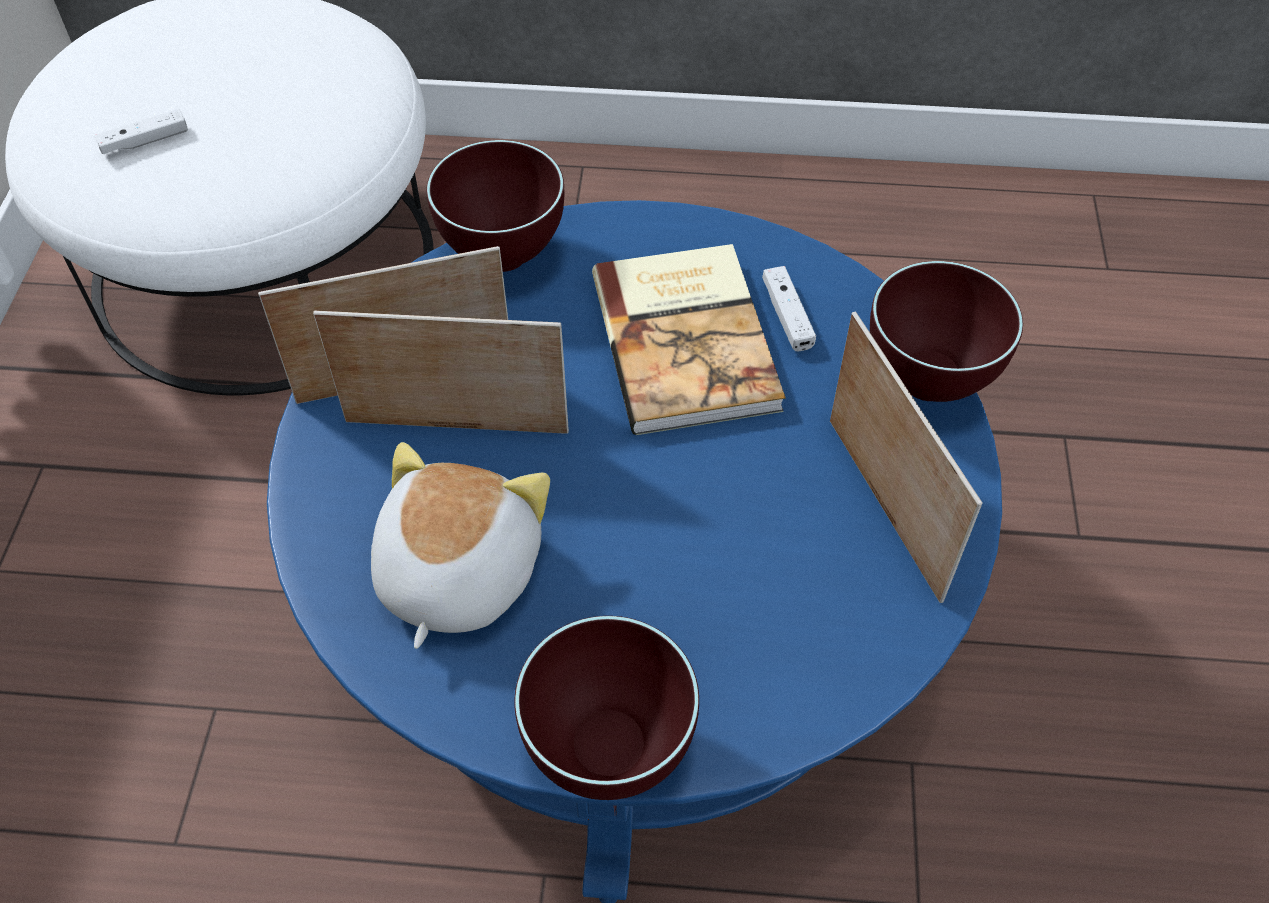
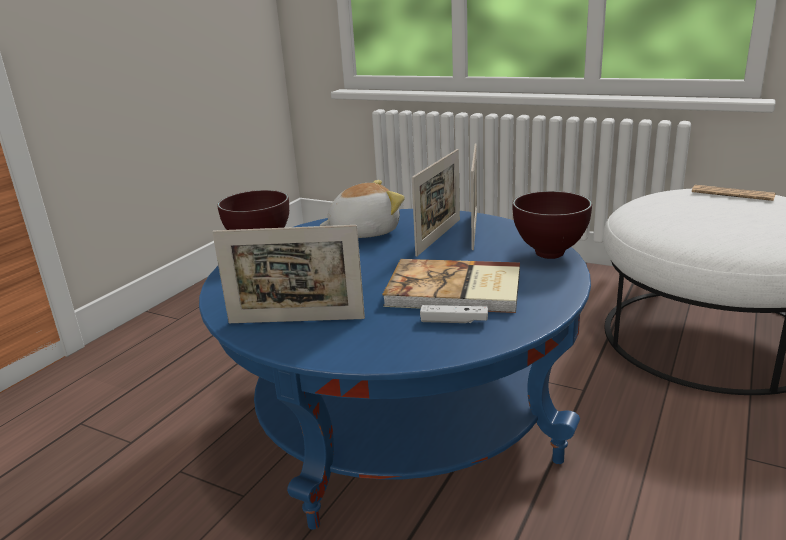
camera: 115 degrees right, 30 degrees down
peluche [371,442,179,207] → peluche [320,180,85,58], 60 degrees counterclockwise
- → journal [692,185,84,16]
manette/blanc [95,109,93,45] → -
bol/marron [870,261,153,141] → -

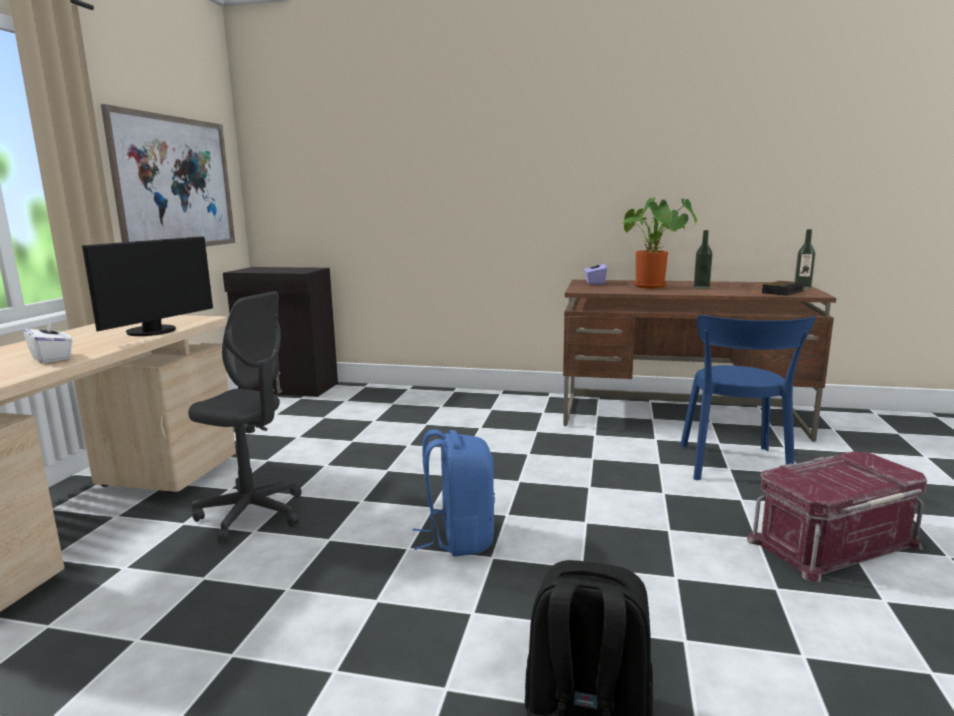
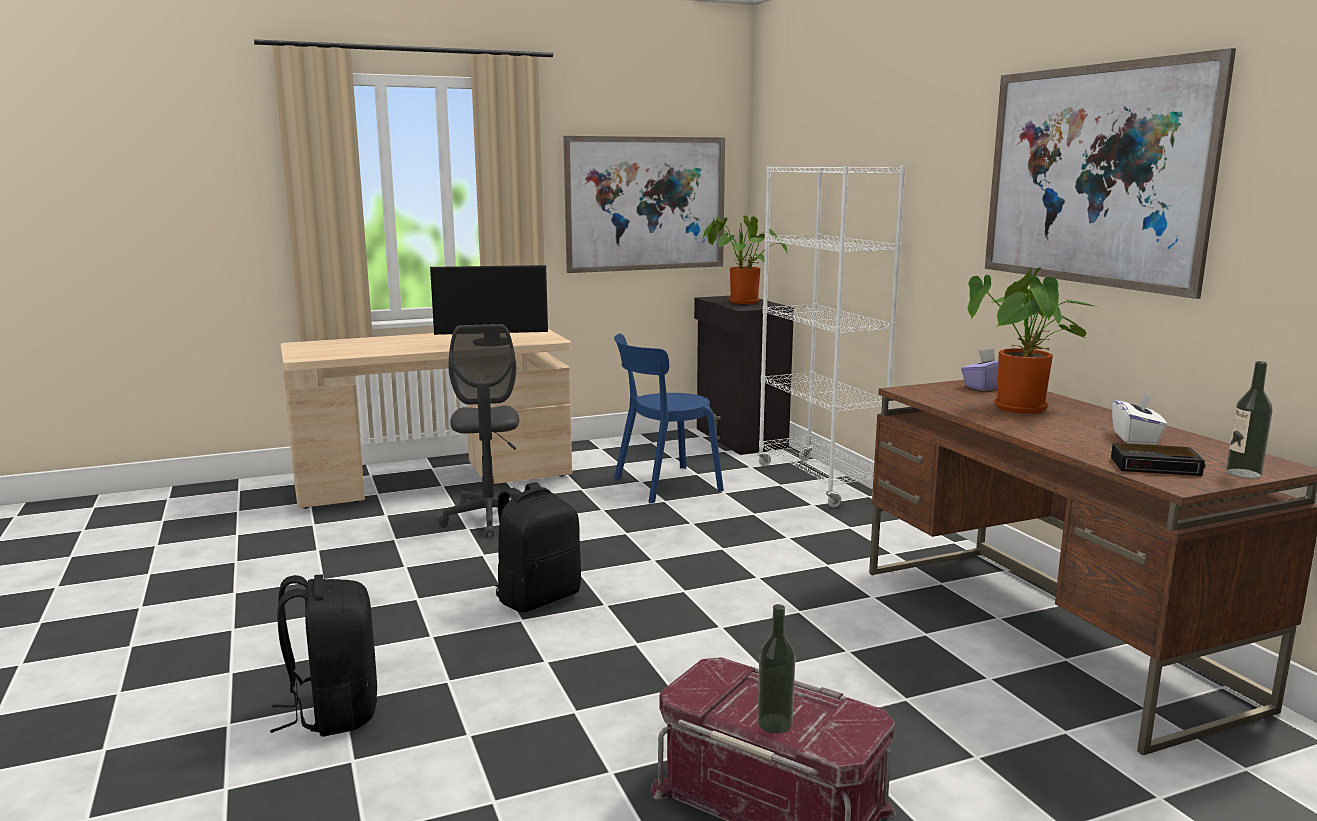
camera: 55 degrees right, 0 degrees up
sac à dos/bleu [413,429,82,128] → sac à dos/noir [495,482,86,130]
chaise/bleu [680,315,136,165] → chaise/bleu [614,334,110,170], relocated
- → plante en pot [703,215,84,89]
- → bibliothèque/blanc [757,166,149,341]
bouteille [694,230,19,59] → bouteille [757,604,39,130], relocated
- → tableau [985,48,251,251]
boîte à mouchoirs/blanc [23,317,50,46] → boîte à mouchoirs/blanc [1112,392,55,53], relocated

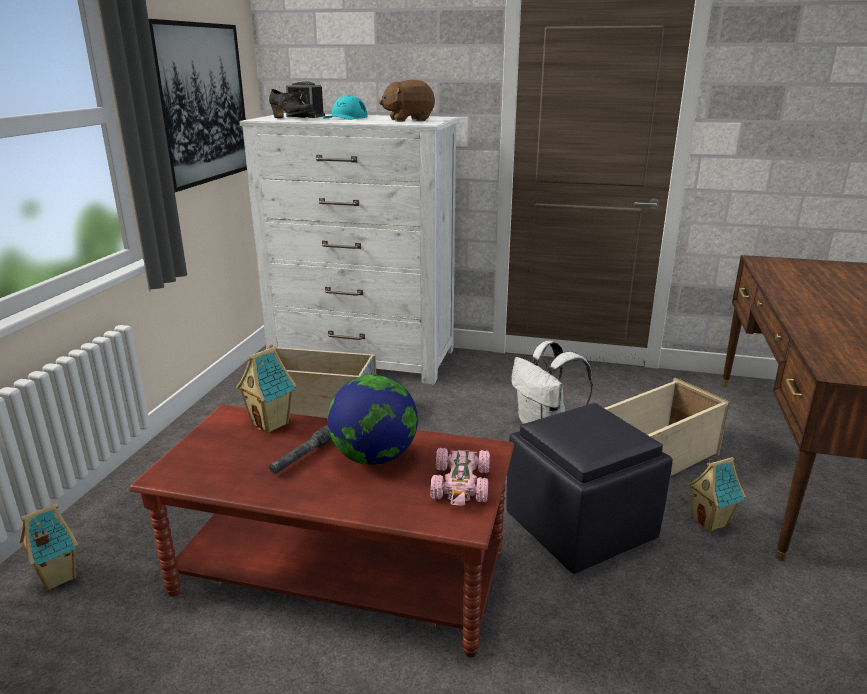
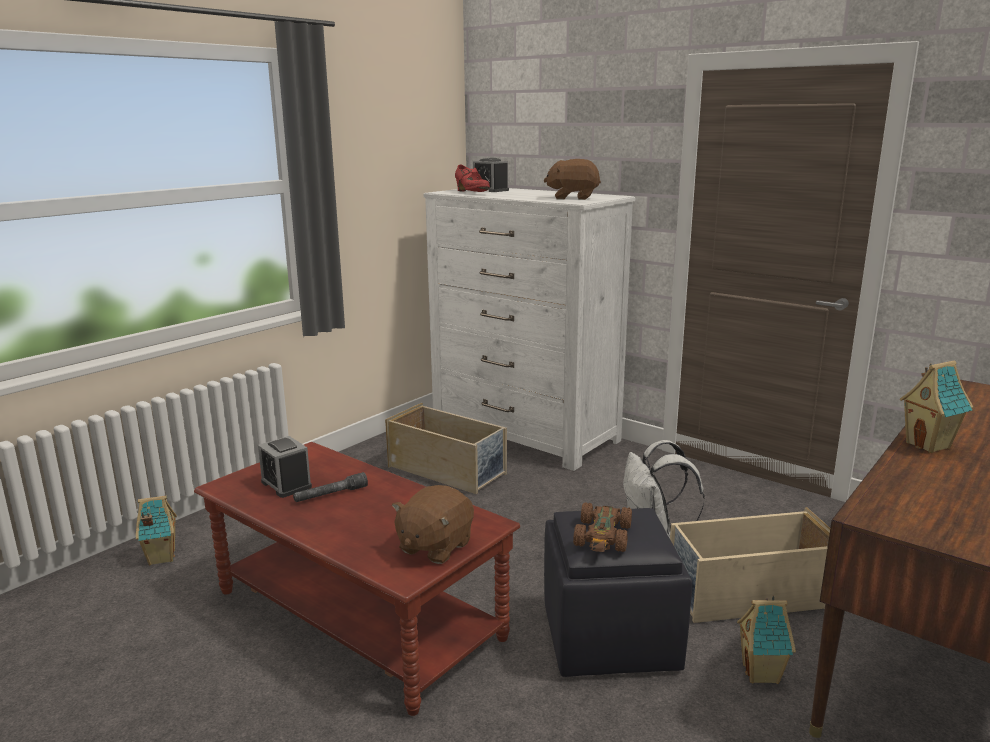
camera: 25 degrees right, 5 degrees down
- → réveil [258,436,54,62]
petite voiture/rose [430,448,60,58] → peluche/marron [392,485,82,79]
chaussure/noir [269,89,47,29] → chaussure/rouge [455,165,35,27]
- → petite voiture/marron [573,502,59,50]
maison miniature [236,346,61,87] → maison miniature [900,360,73,93], relocated
tableau [148,19,99,173] → -
casquette/turquoise [323,95,45,25] → -
globe [327,375,91,90] → -

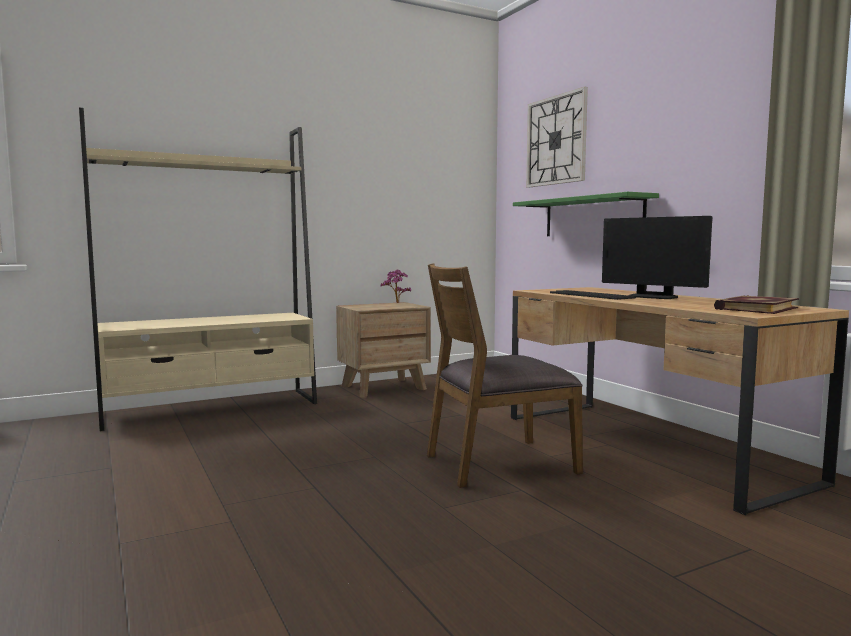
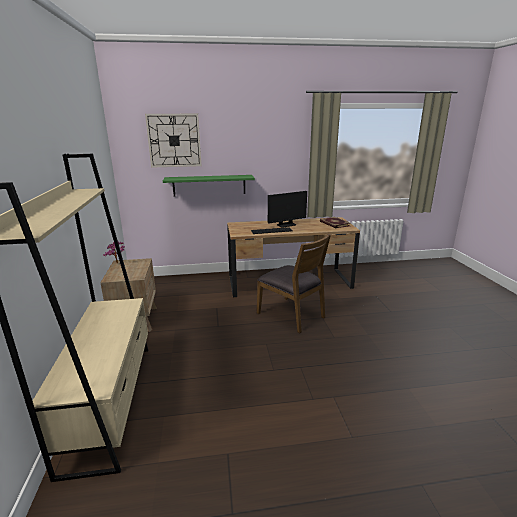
camera: 70 degrees left, 15 degrees up
chaise/marron [427,263,156,225] → chaise/marron [257,234,74,99], 45 degrees counterclockwise

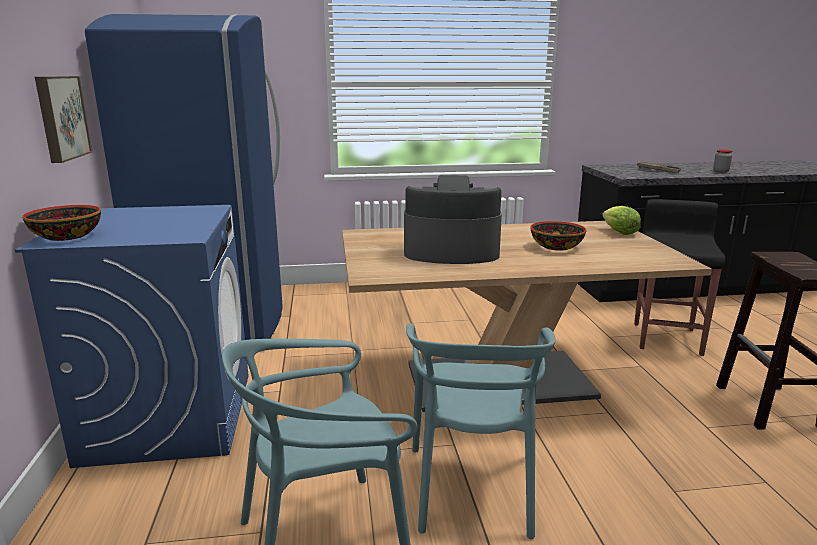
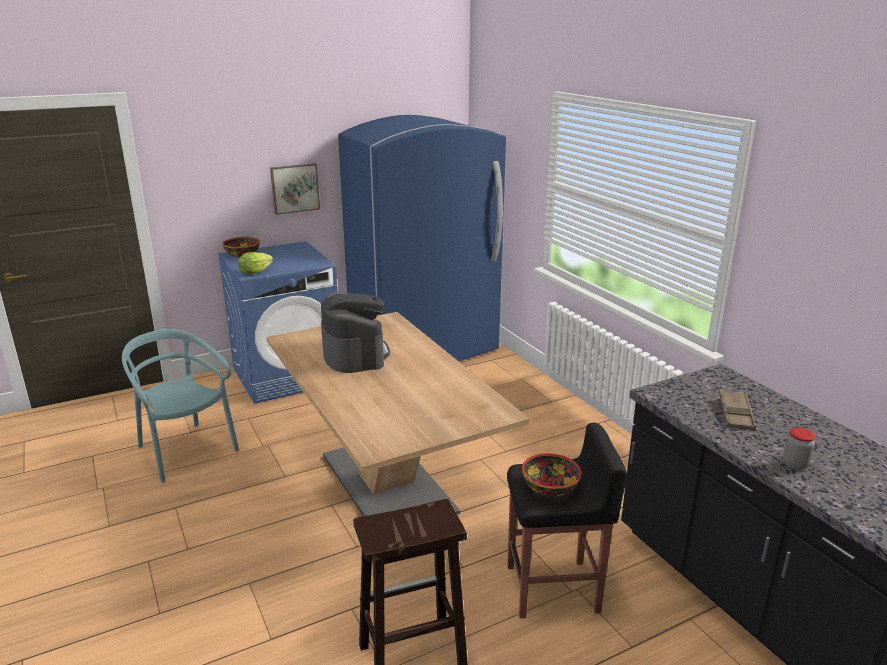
camera: 70 degrees right, 5 degrees up
laitue [602,206,39,29] → laitue [239,252,34,22], relocated
bol [530,221,56,30] → bol [522,453,59,44], relocated
chaise/turquoise [406,323,150,216] → -

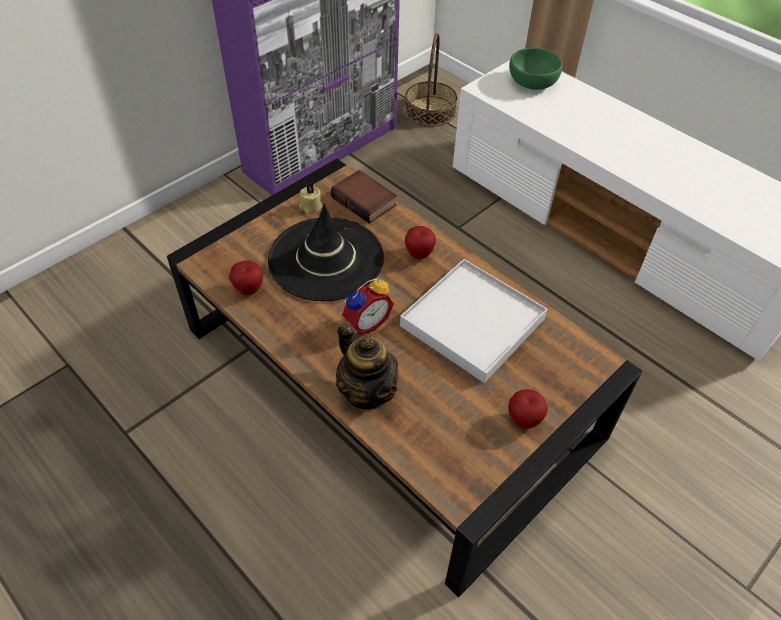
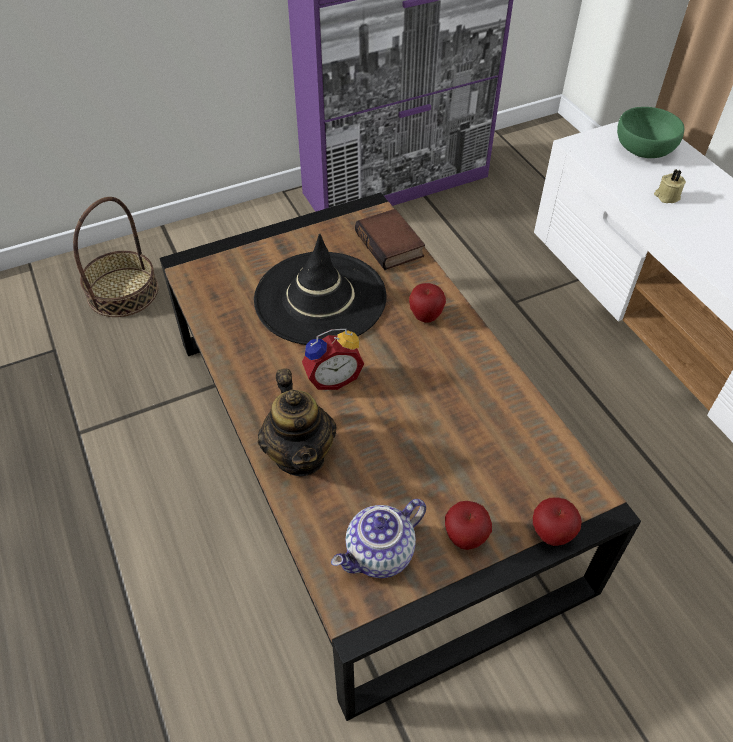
camera: 20 degrees right, 0 degrees up
panier [405,33,52,93] → panier [73,197,85,120], relocated
- → théière [331,499,95,79]
pomme [229,260,34,35] → pomme [533,497,49,49], relocated
bougie/beige [299,183,23,30] → bougie/beige [654,169,32,34], relocated
plateau/blanc [400,259,147,124] → -

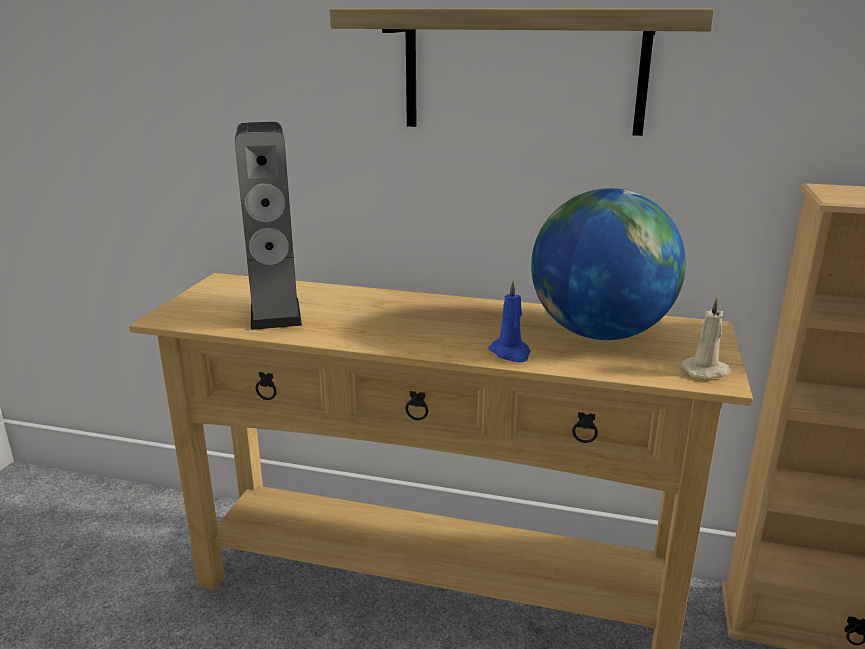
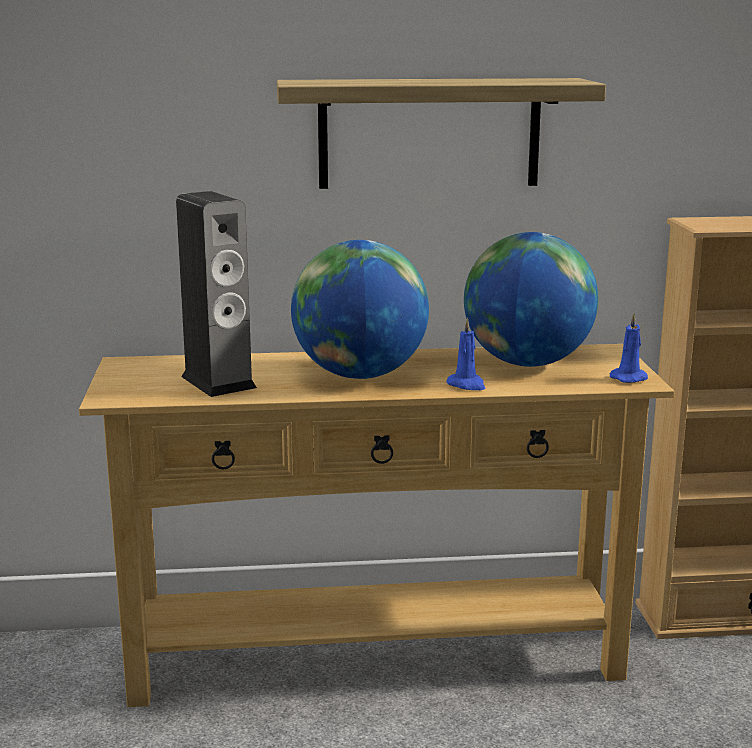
camera: 20 degrees left, 5 degrees down
- → globe [291,240,138,139]
bougie/beige [681,296,50,83] → bougie/bleu [610,313,38,70]

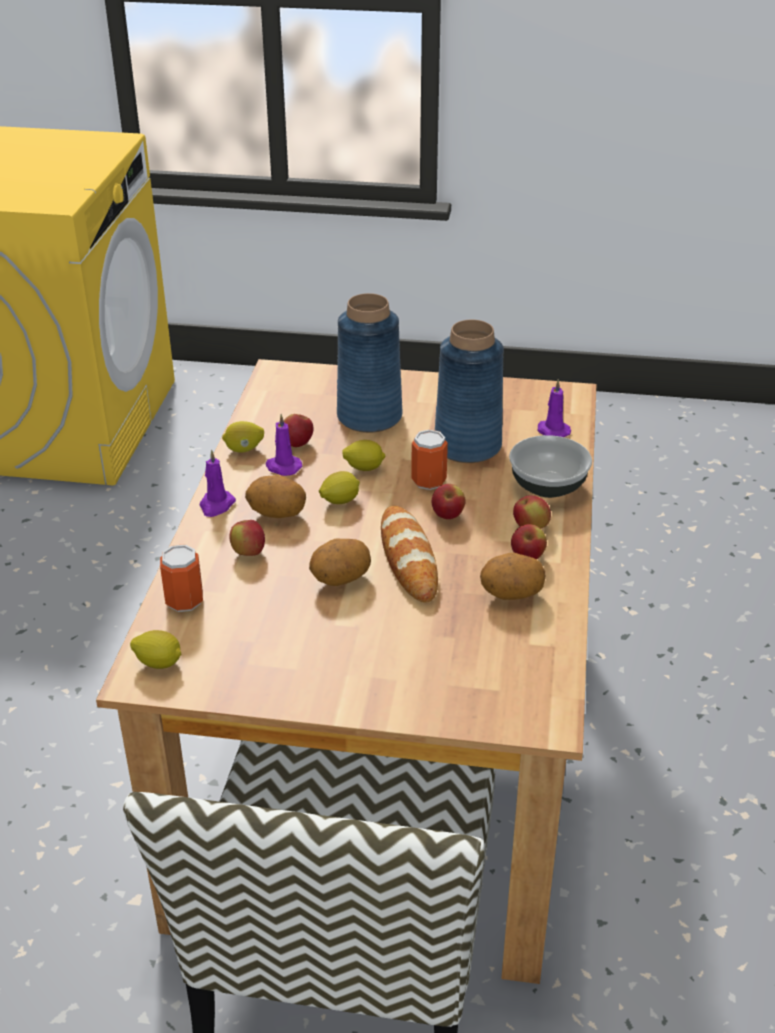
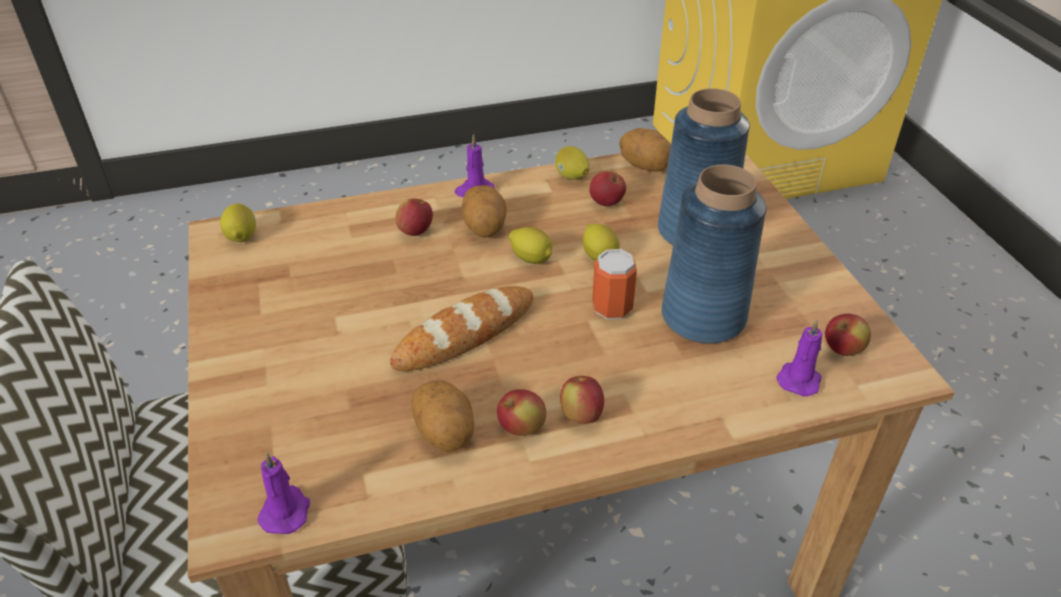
camera: 65 degrees right, 5 degrees up
bougie/violet [266,414,36,62] → bougie/violet [257,452,53,82], relocated
pomme de terre [309,538,62,48] → pomme de terre [619,128,52,44], relocated
pomme [432,484,34,35] → pomme [825,314,46,42], relocated
boîte métallique [160,544,43,68] → -
bol [509,435,83,63] → -

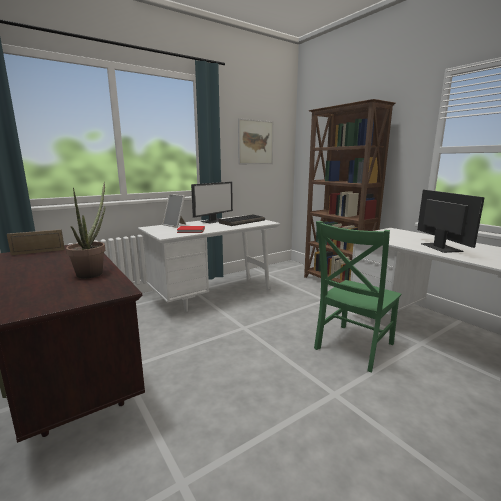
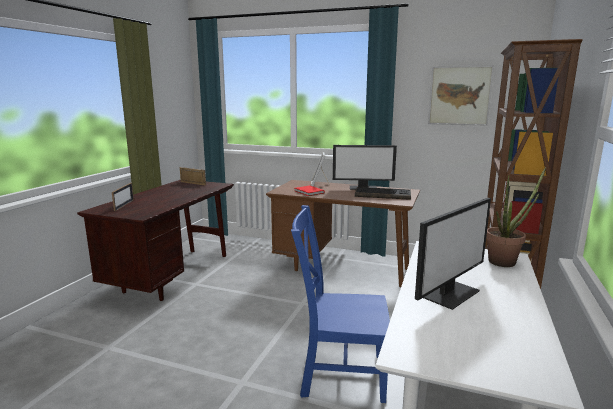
camera: 55 degrees right, 0 degrees up
- → cadre photo [112,183,22,28]
bureau/blanc [138,216,142,96] → bureau/marron [266,180,154,107]
chaise/vert [314,221,87,151] → chaise/bleu [291,205,99,198]
plante en pot [66,182,39,97] → plante en pot [486,167,60,100], relocated

